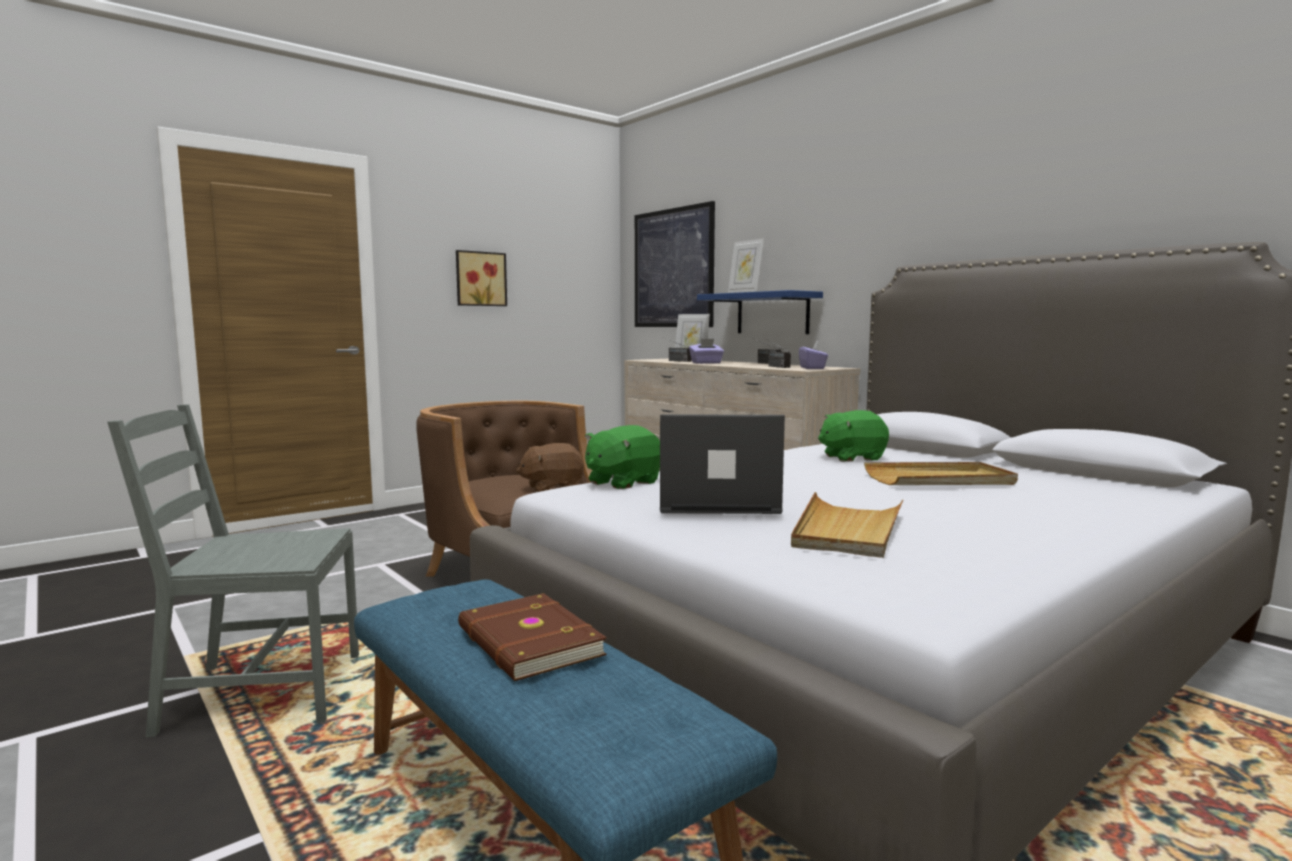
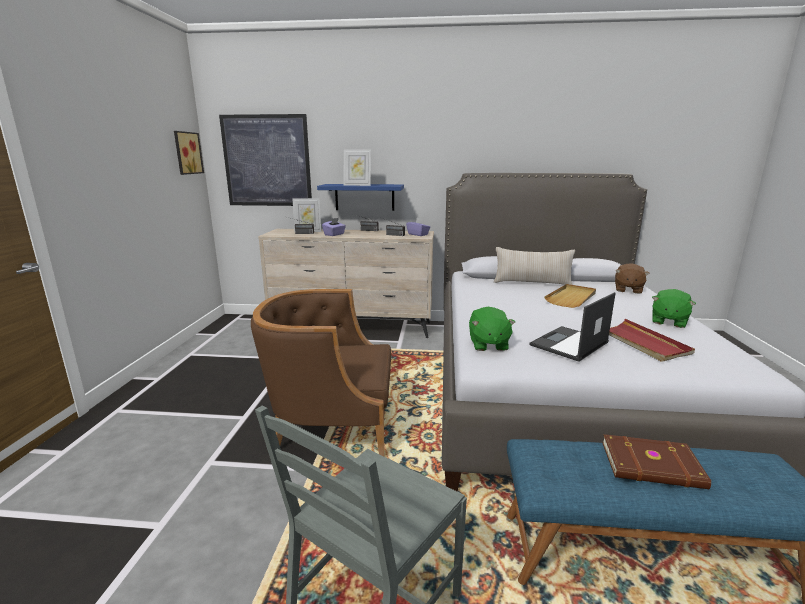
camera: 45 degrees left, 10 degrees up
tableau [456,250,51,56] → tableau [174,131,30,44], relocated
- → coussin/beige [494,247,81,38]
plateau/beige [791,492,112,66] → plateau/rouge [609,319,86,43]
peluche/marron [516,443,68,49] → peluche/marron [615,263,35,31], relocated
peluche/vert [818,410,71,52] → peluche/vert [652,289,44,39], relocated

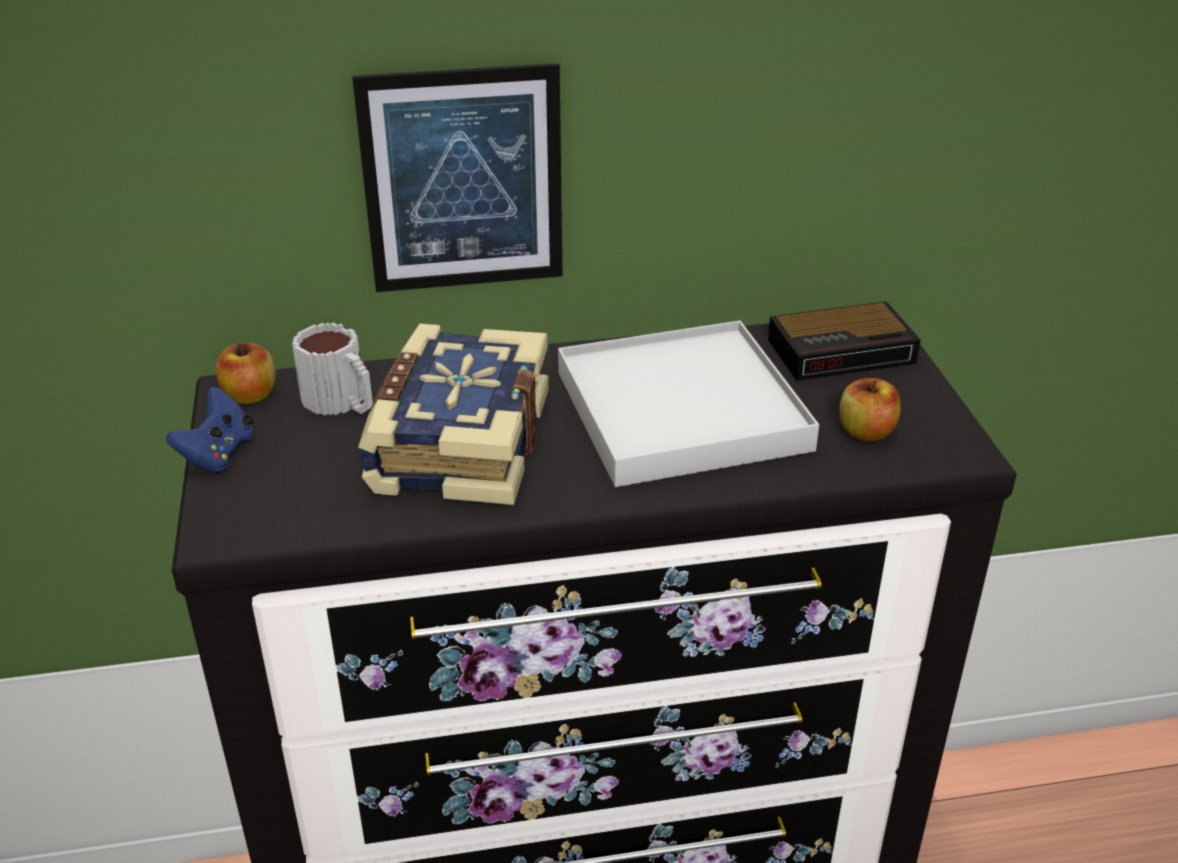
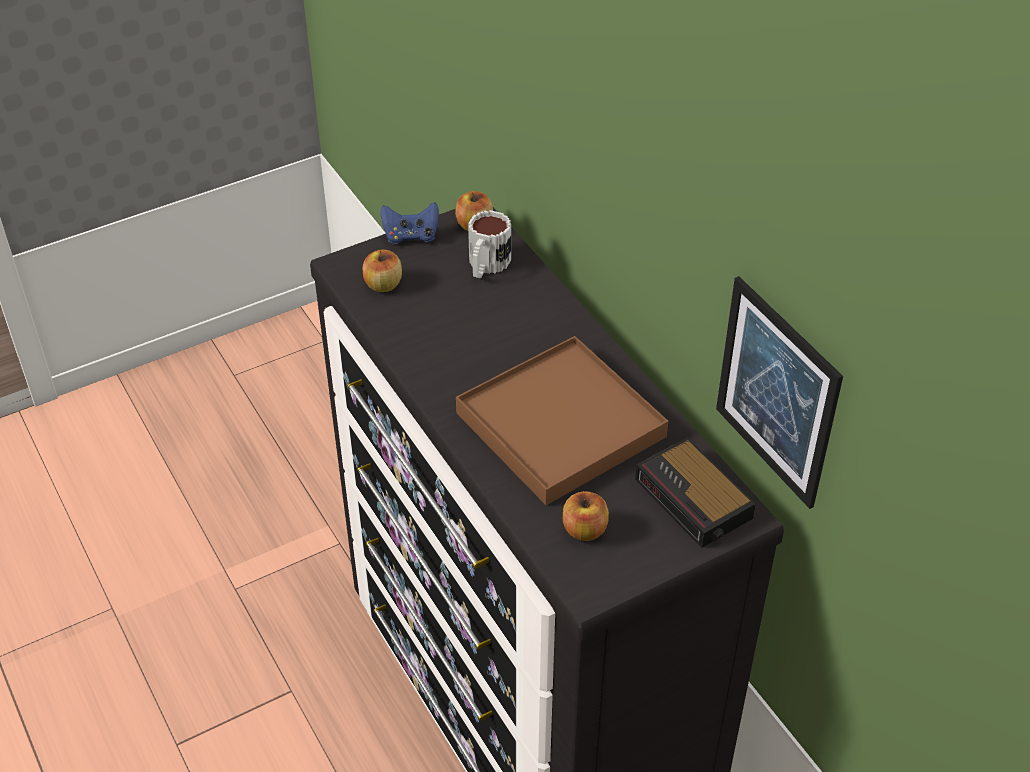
camera: 70 degrees right, 10 degrees up
- → pomme [363,250,39,42]
plateau/blanc [558,321,261,166] → plateau/marron [456,336,212,169]
tableau [352,63,210,229] → tableau [716,276,127,233], relocated
livre [358,324,191,181] → -

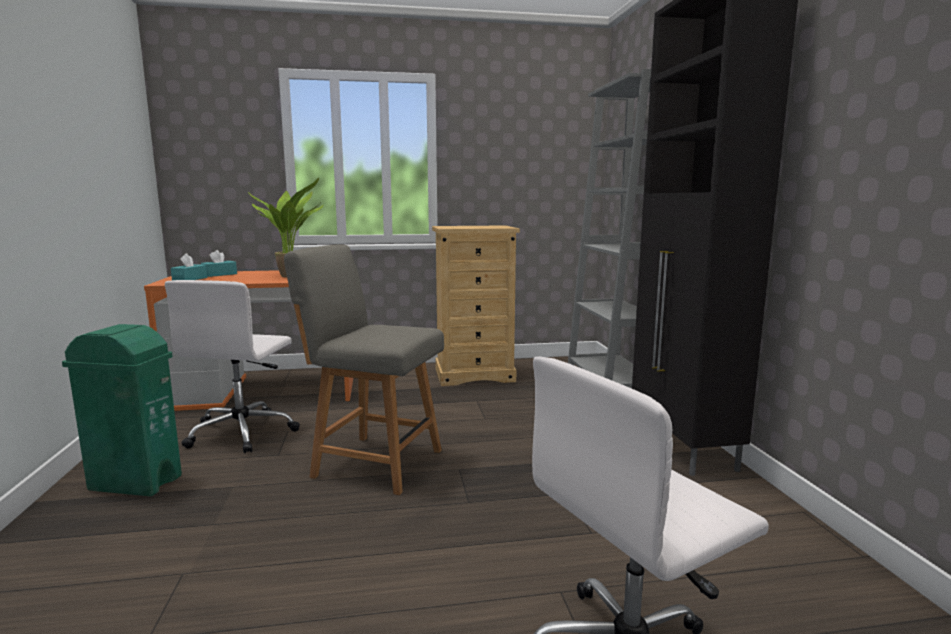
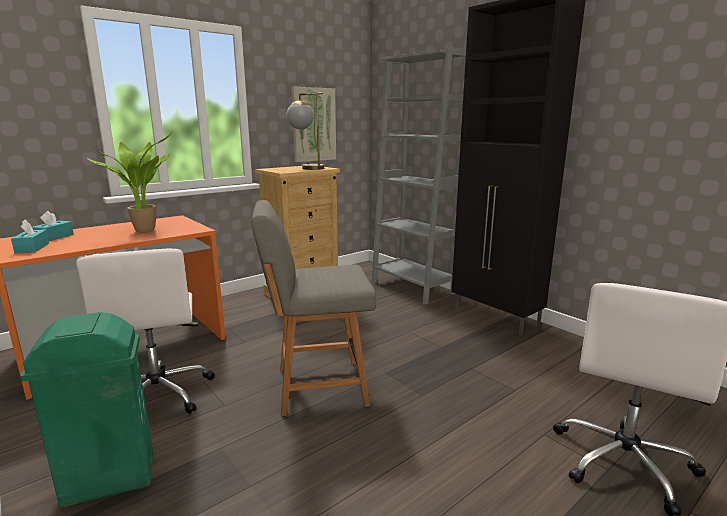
camera: 30 degrees left, 5 degrees up
- → lampe de table [286,92,38,78]
- → tableau [291,87,45,75]

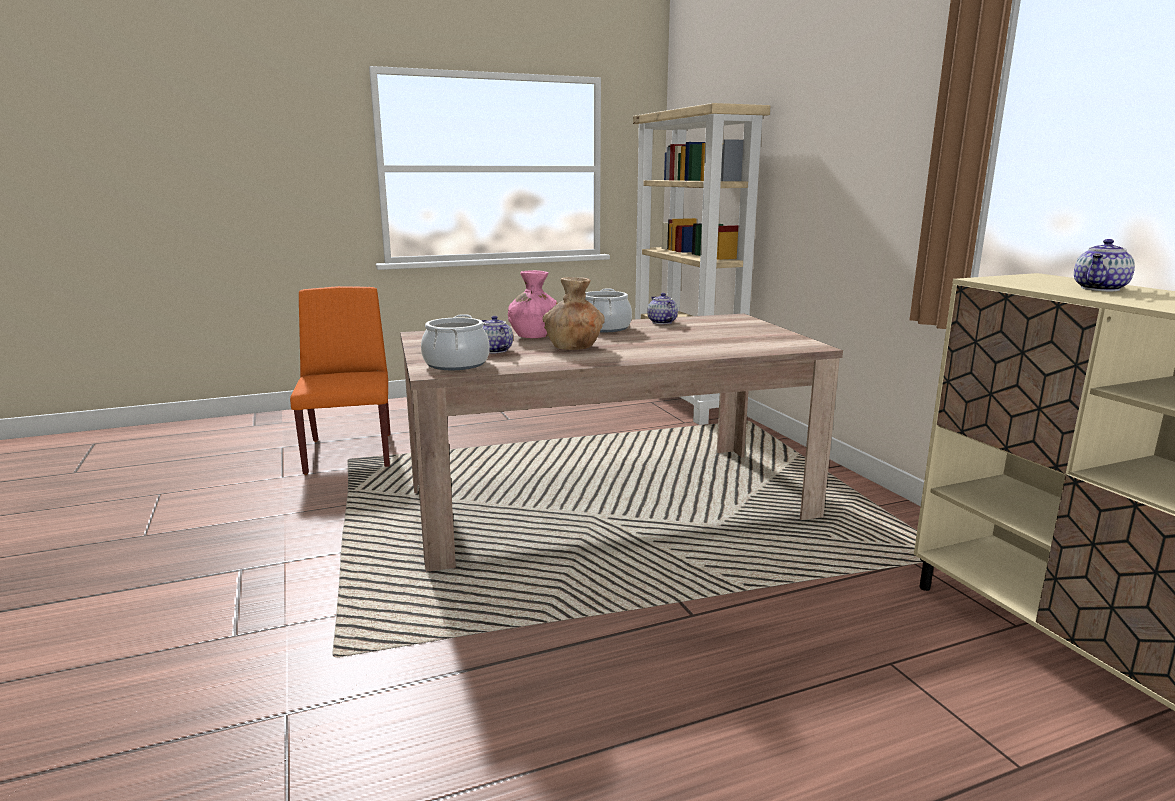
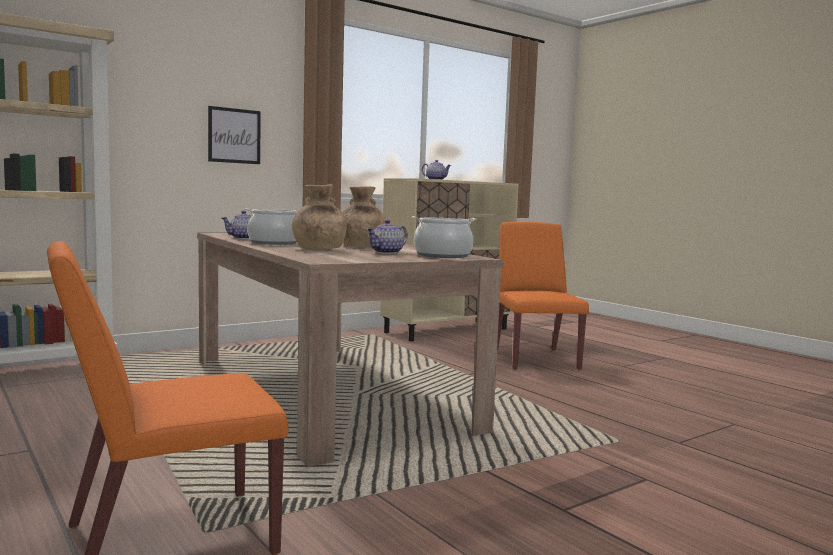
camera: 105 degrees left, 10 degrees down
- → tableau [208,106,53,58]
vase/rose [508,270,50,68] → vase/marron [292,184,55,66]
- → chaise/orange [497,222,92,148]

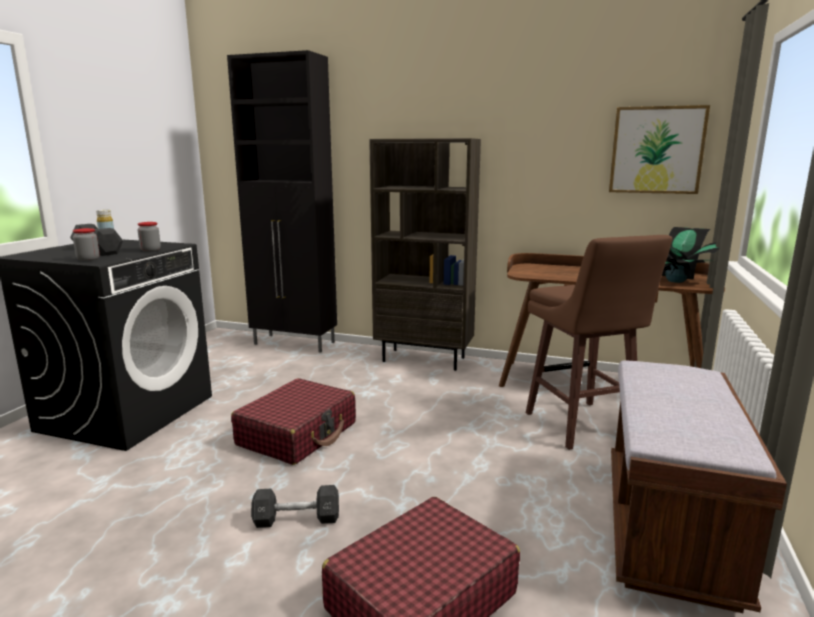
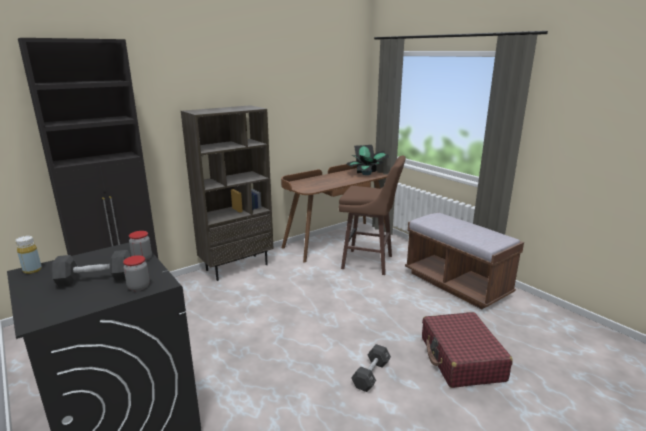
camera: 55 degrees left, 5 degrees up
valise/rouge [231,378,125,87] → -
tableau [609,105,101,89] → -

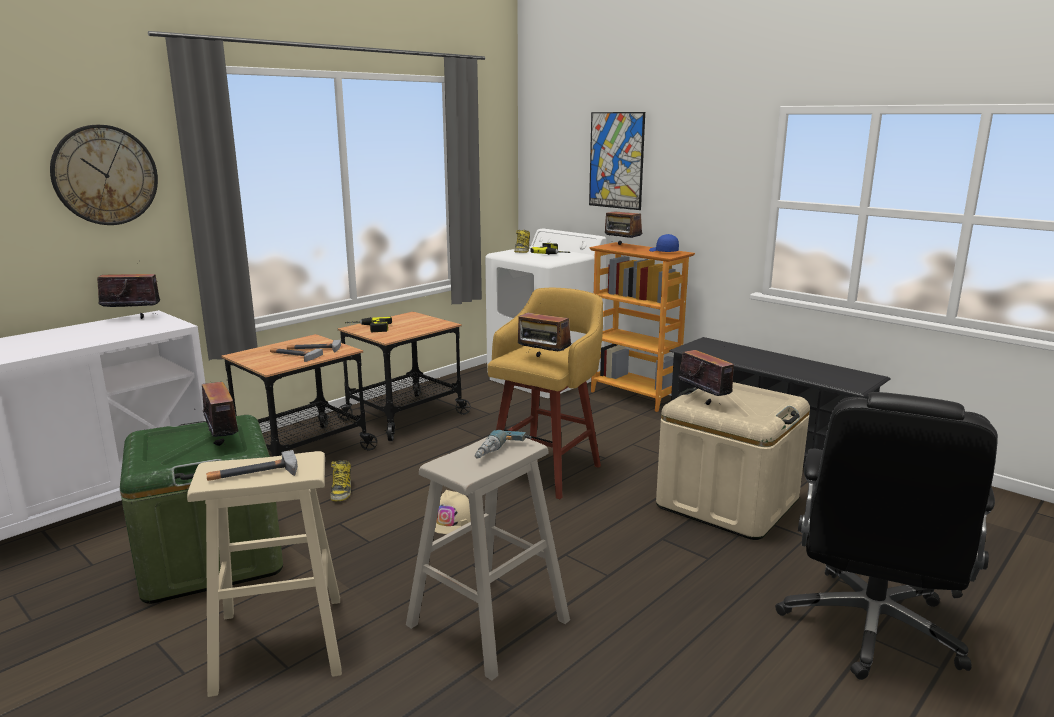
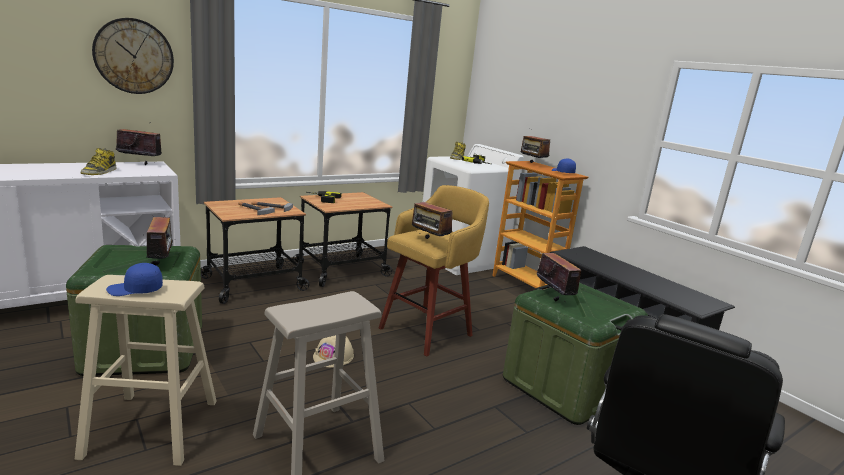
camera: 10 degrees right, 0 degrees up
botte [330,460,21,41] → botte [81,148,36,27], relocated
marteau [206,450,92,31] → casquette/bleu [106,263,57,33]
boîte de rangement/beige [656,382,154,158] → boîte de rangement/vert [503,283,145,142]
perceuse [475,430,57,29] → -
tableau [589,112,56,98] → -

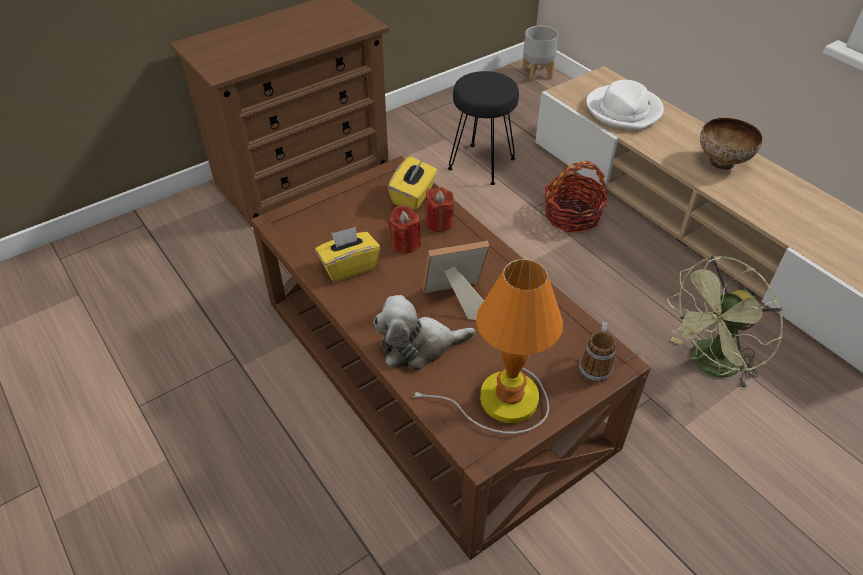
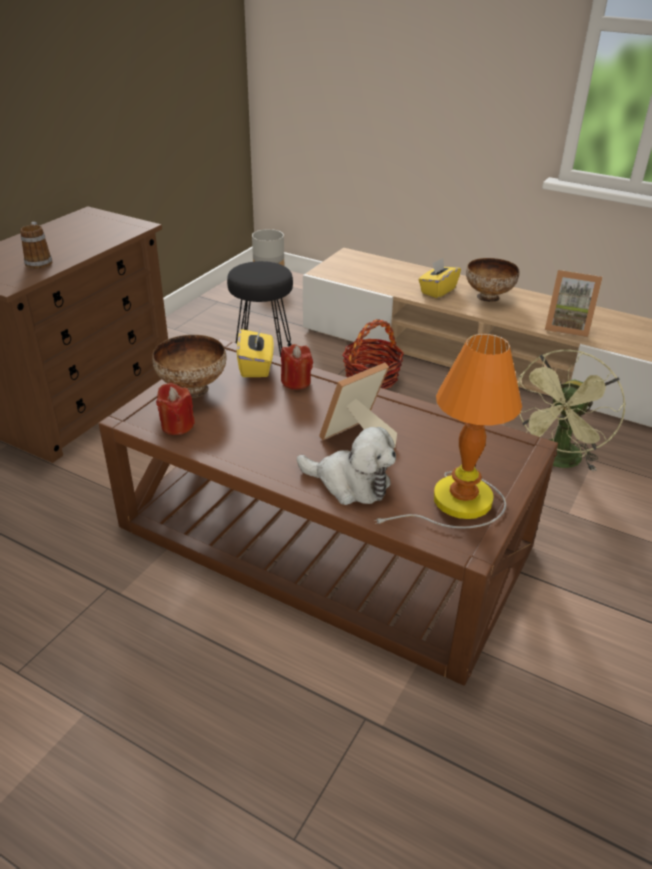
camera: 25 degrees left, 10 degrees down
mug [579,321,37,62] → mug [20,222,32,47], relocated
- → bol [152,335,75,63]
bougie/rouge [388,205,33,49] → bougie/rouge [156,383,39,52], relocated
peluche [373,295,102,76] → peluche [297,427,99,78], 120 degrees counterclockwise
boîte à mouchoirs/jaune [315,226,65,56] → boîte à mouchoirs/jaune [419,258,42,40], relocated
- → cadre photo [545,270,58,68]
chapeau/blanc [587,80,77,51] → -

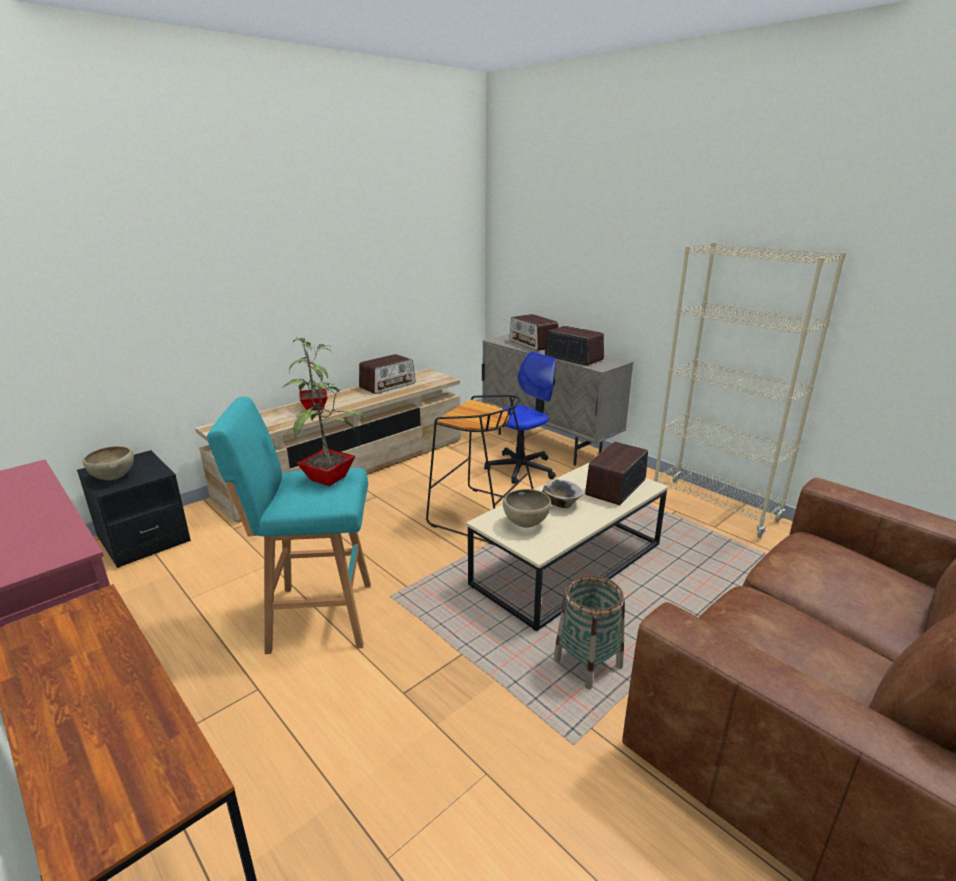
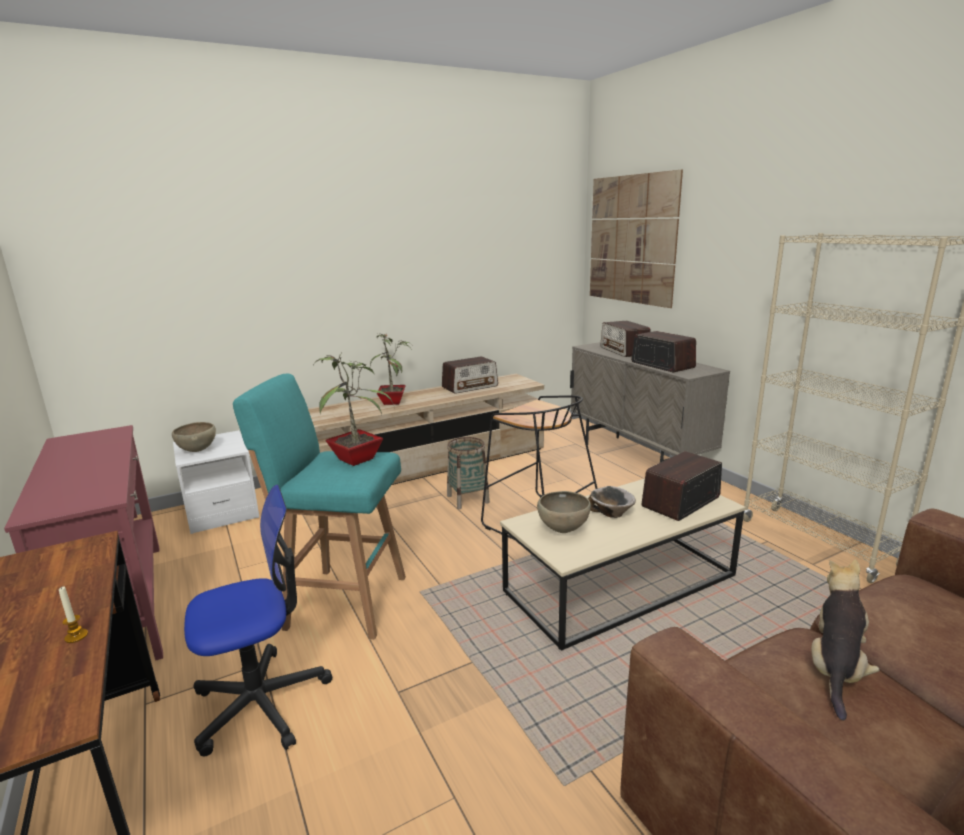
camera: 15 degrees right, 5 degrees down
- → bougie [59,586,29,57]
table de chevet/noir [77,450,114,118] → table de chevet/blanc [173,430,86,104]
chaise de bureau [484,352,72,133] → chaise de bureau [184,484,148,272], relocated
panier [554,575,71,114] → panier [447,437,43,72], relocated
- → tableau [590,170,93,138]
- → peluche [811,559,69,161]

